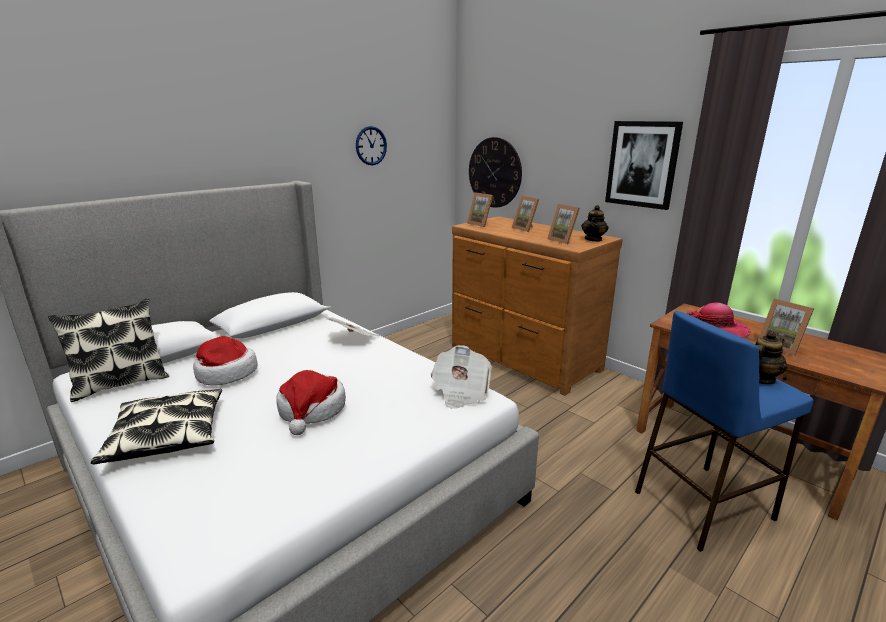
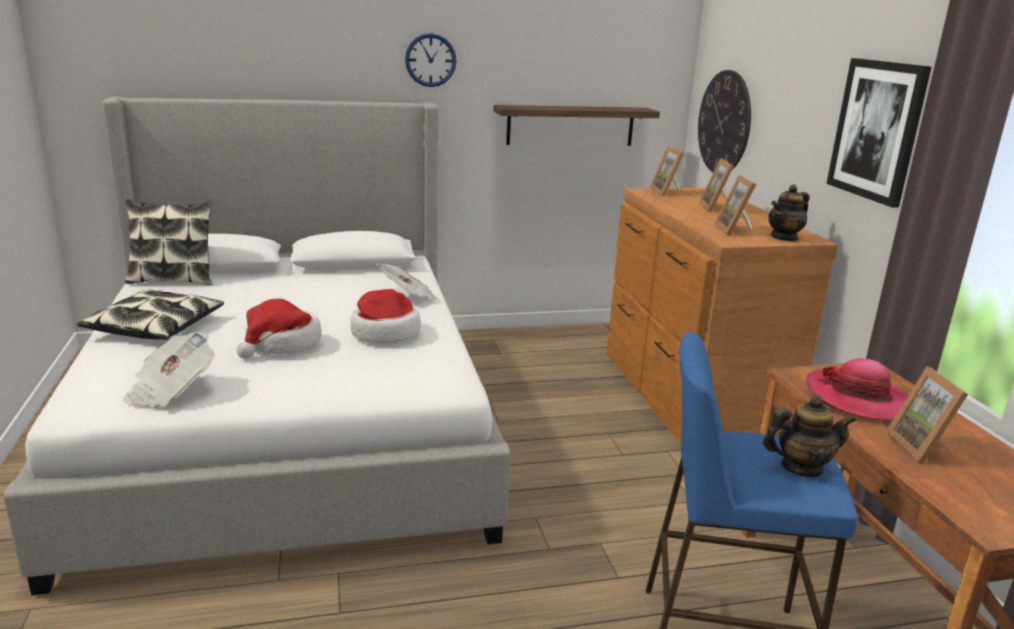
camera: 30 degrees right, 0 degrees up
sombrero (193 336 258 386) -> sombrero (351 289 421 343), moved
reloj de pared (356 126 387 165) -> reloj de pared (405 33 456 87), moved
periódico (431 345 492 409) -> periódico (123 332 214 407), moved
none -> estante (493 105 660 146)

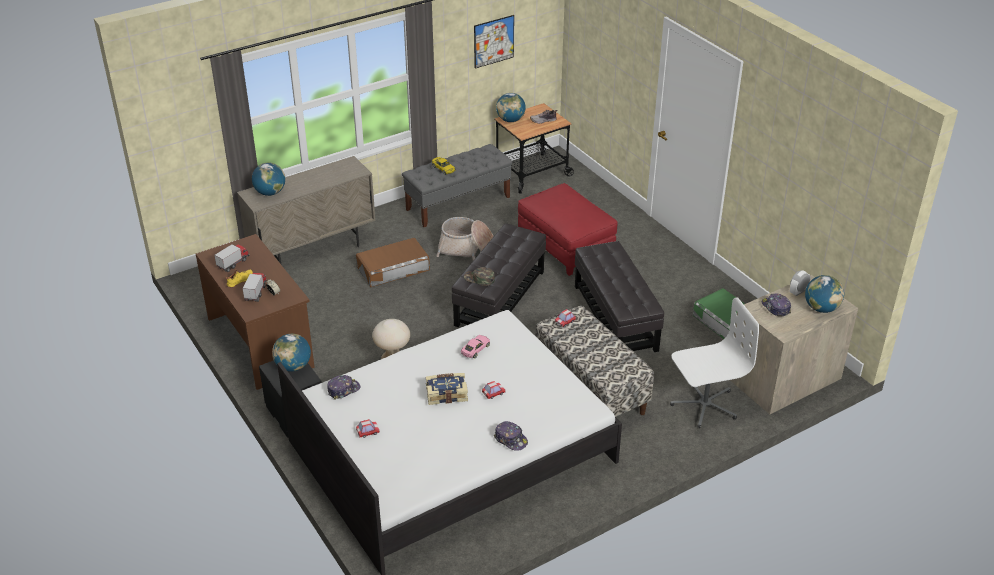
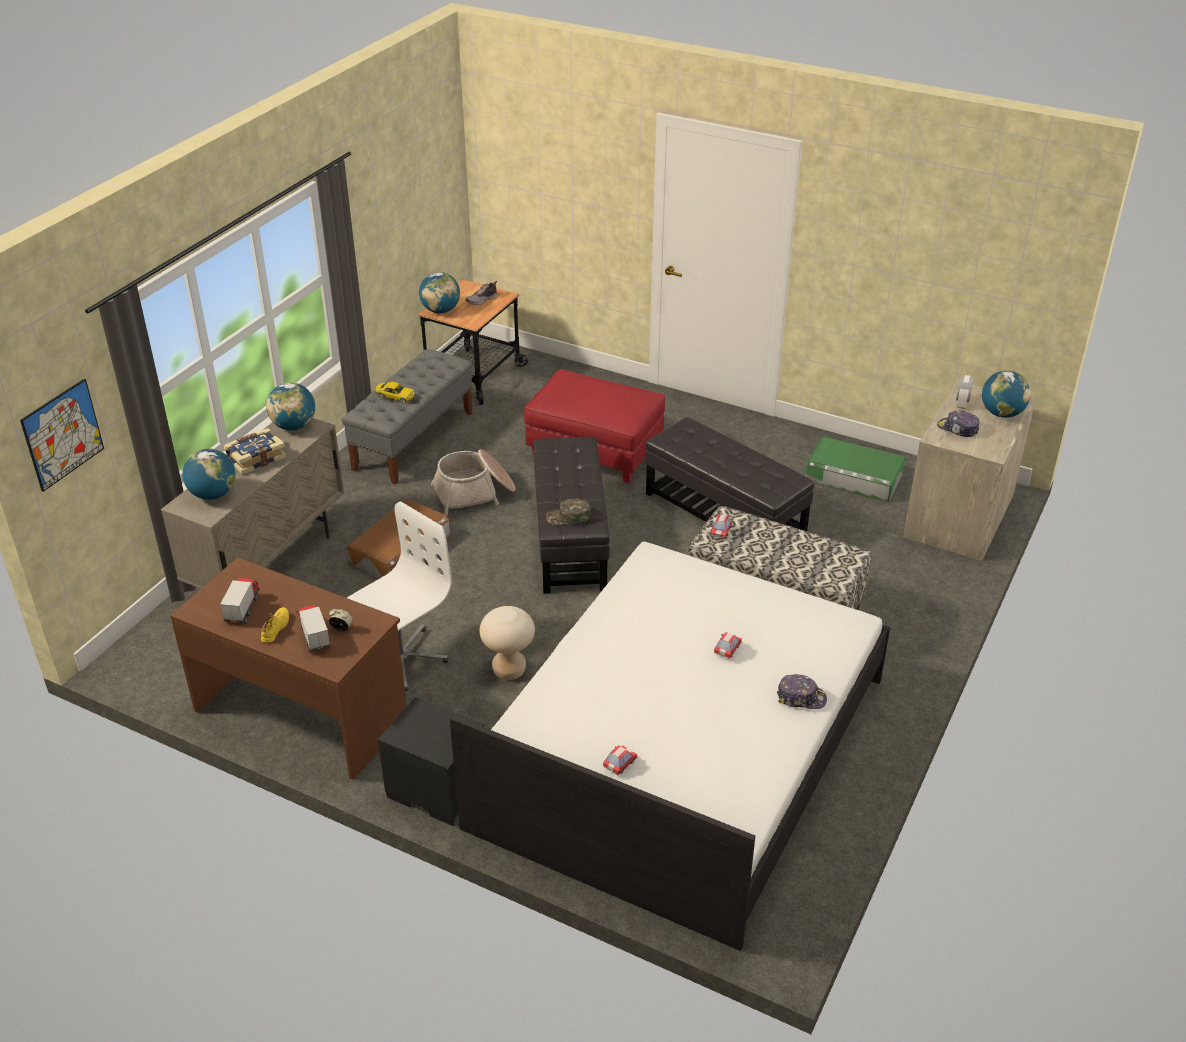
camera: 30 degrees left, 0 degrees up
globo terráqueo (272 334 311 372) -> globo terráqueo (266 382 315 430), moved
gorra (327 375 360 400) -> none
libro (426 373 468 405) -> libro (224 428 287 475), moved
coche de juguete [rosa] (461 335 490 358) -> none
cuadro (474 15 514 69) -> cuadro (20 378 104 492), moved
silla de oficina [blanco] (670 297 759 428) -> silla de oficina [blanco] (347 501 452 691), moved

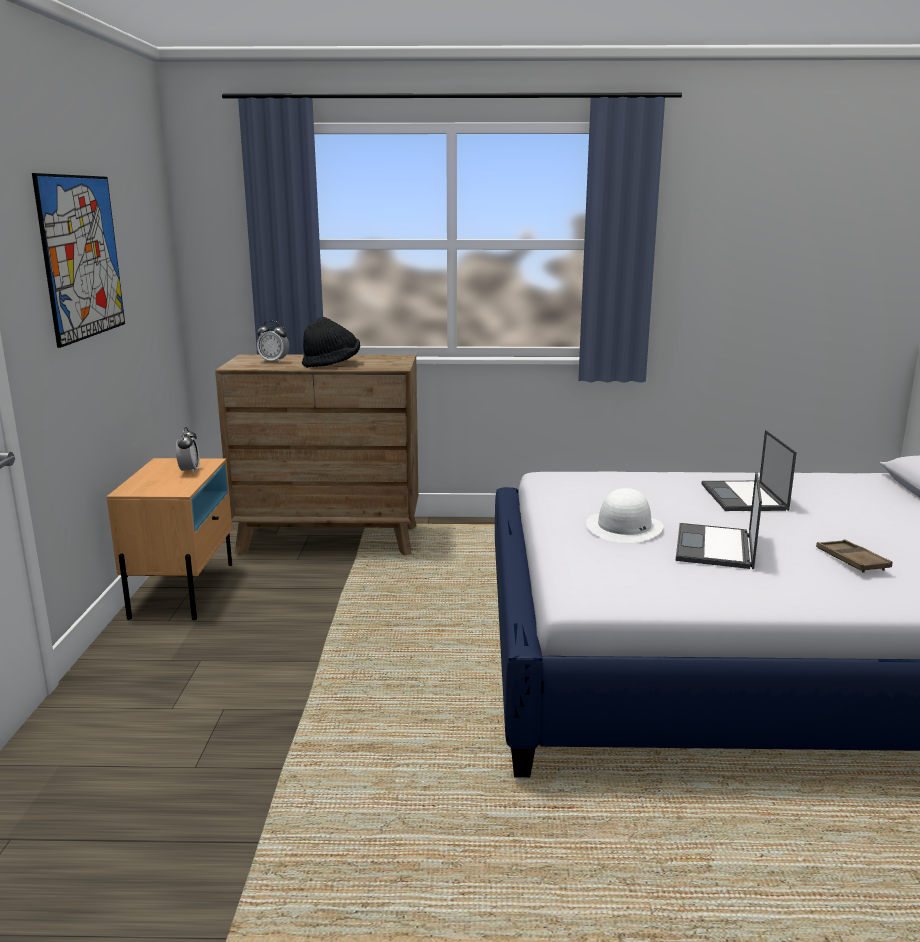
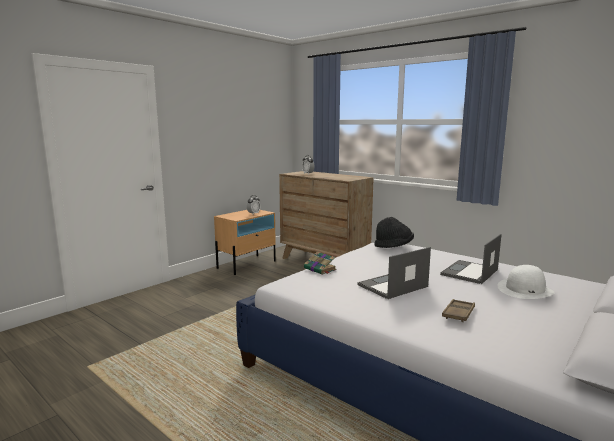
camera: 40 degrees right, 5 degrees down
cuadro (32 173 125 348) -> none
sombrero [negro] (302 317 360 368) -> sombrero [negro] (374 217 414 248), moved
sombrero [blanco] (586 488 664 543) -> sombrero [blanco] (498 265 554 299), moved
none -> libro (304 251 336 275)

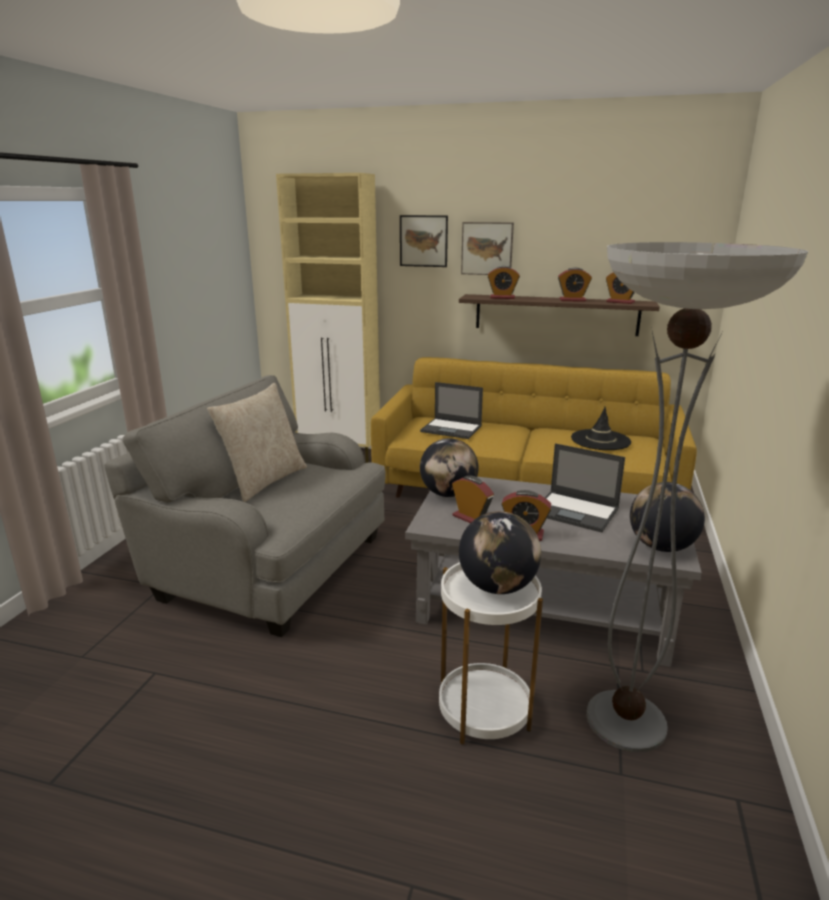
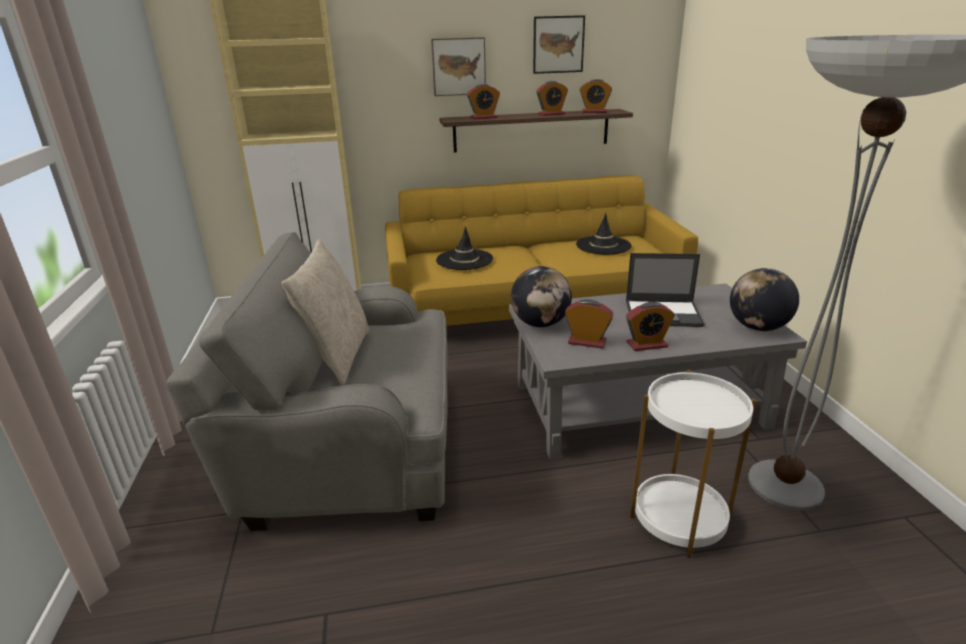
camera: 25 degrees left, 5 degrees up
cuadro (400 215 448 267) -> cuadro (533 15 585 74), moved
portátil (420 382 483 439) -> sombrero [negro] (436 226 493 270)
globo terráqueo (459 511 541 594) -> none

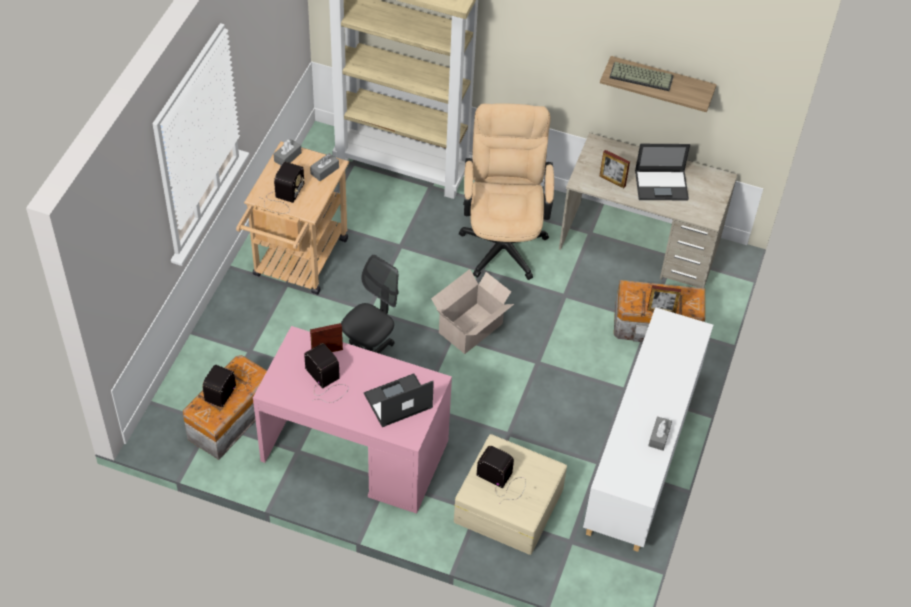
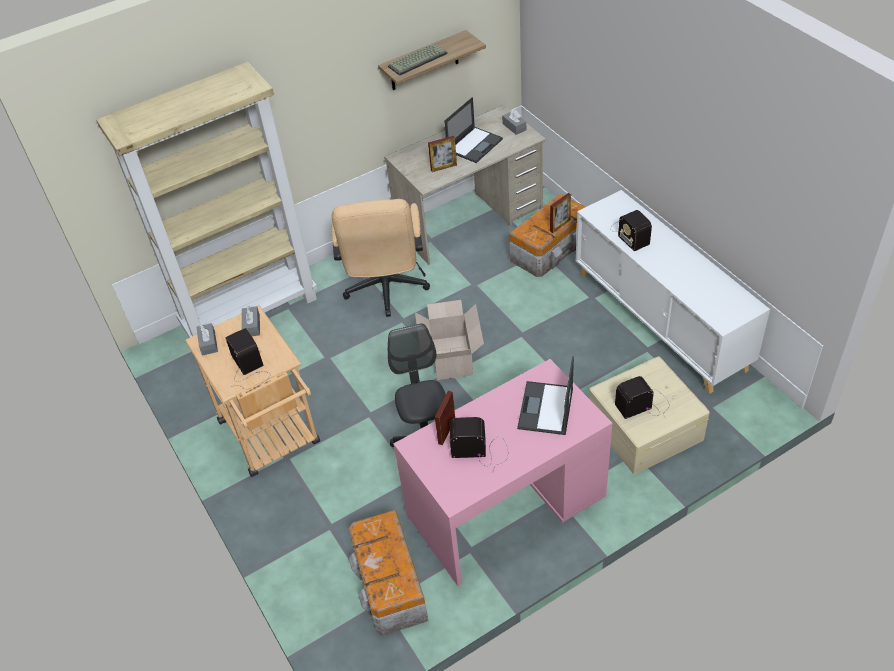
camera: 45 degrees left, 5 degrees down
radio (202 365 252 408) -> radio (610 210 652 251), moved
silla de oficina [beis] (459 103 554 280) -> silla de oficina [beis] (332 199 430 317), 135 degrees counterclockwise
caja de pañuelos [gris] (648 416 672 451) -> caja de pañuelos [gris] (502 109 526 135), moved

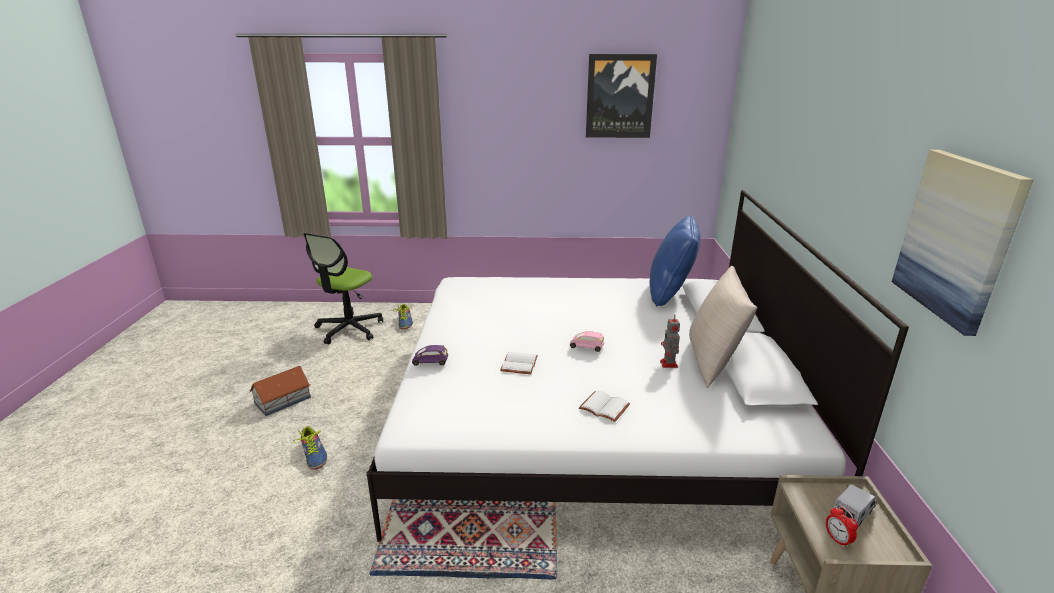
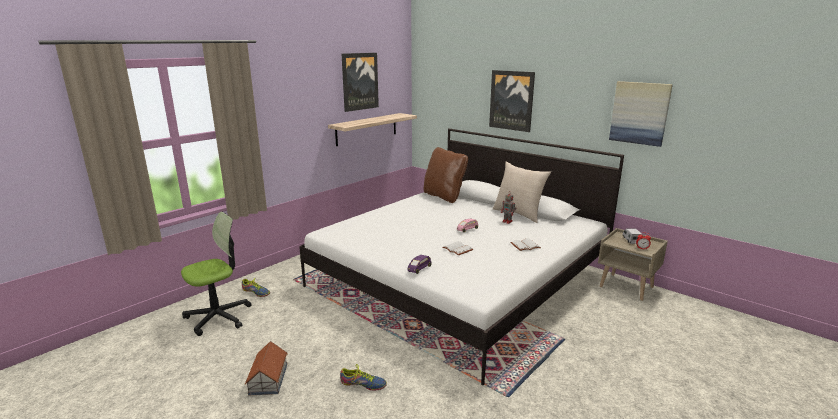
camera: 50 degrees left, 5 degrees down
silla de oficina (304 233 383 344) -> silla de oficina (181 212 252 336), 105 degrees counterclockwise
cojín [azul] (650 215 700 307) -> cojín [marrón] (424 147 468 203)
none -> estante (328 113 417 146)
none -> cuadro (489 70 535 132)

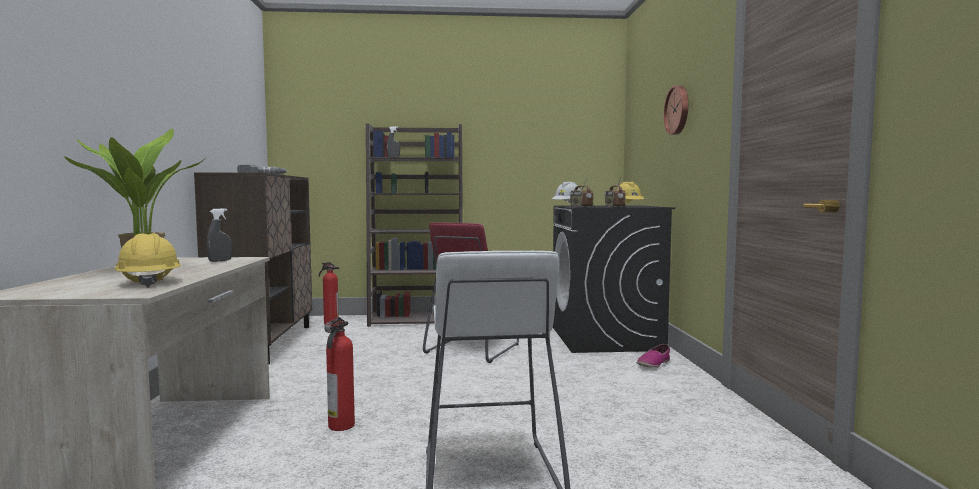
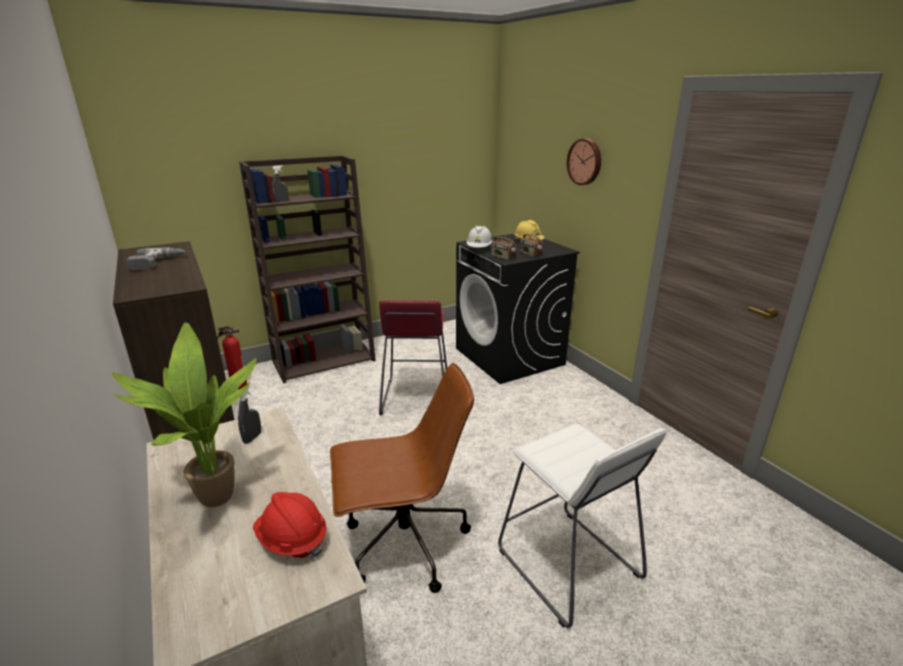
camera: 25 degrees left, 20 degrees up
casco [amarillo] (115 233 181 287) -> casco [rojo] (253 492 327 559)
extintor (325 317 355 431) -> silla de oficina [marrón] (330 363 474 593)
zapato (637 344 670 368) -> none

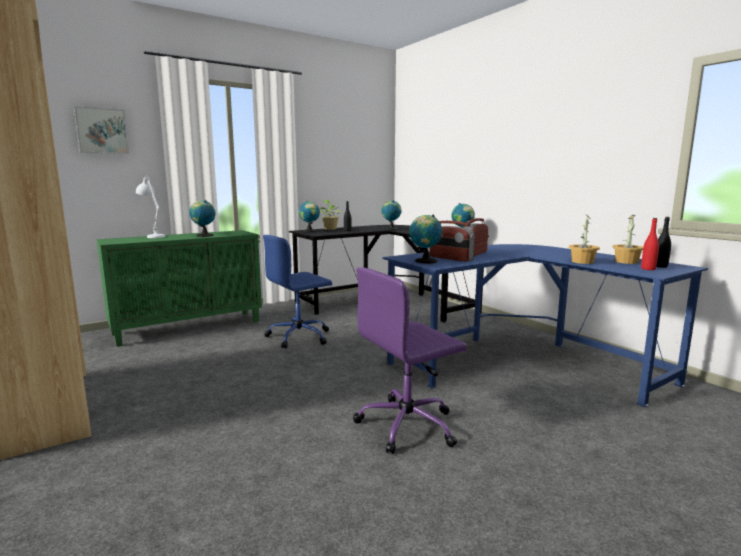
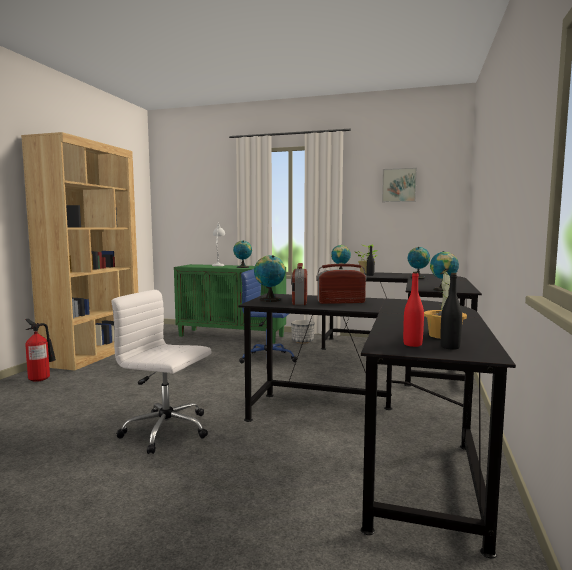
camera: 50 degrees right, 5 degrees down
cuadro (74 106 129 154) -> cuadro (382 168 417 202), moved
silla de oficina [morado] (353 267 467 454) -> silla de oficina [blanco] (111 290 212 454)
escritorio [azul] (382 244 708 407) -> escritorio [negro] (238 293 516 558)
planta en maceta (569 214 600 264) -> none
none -> extintor (25 319 56 382)
none -> maceta (291 320 315 344)

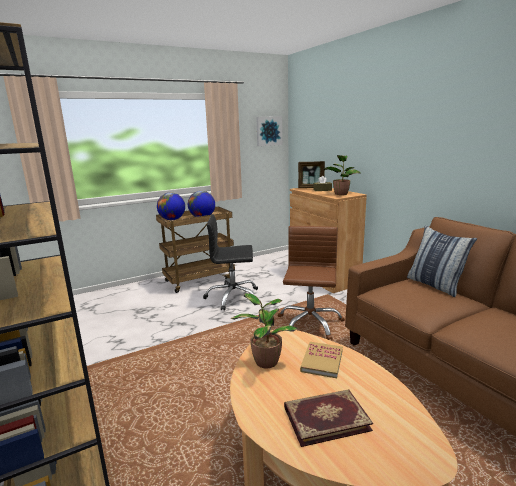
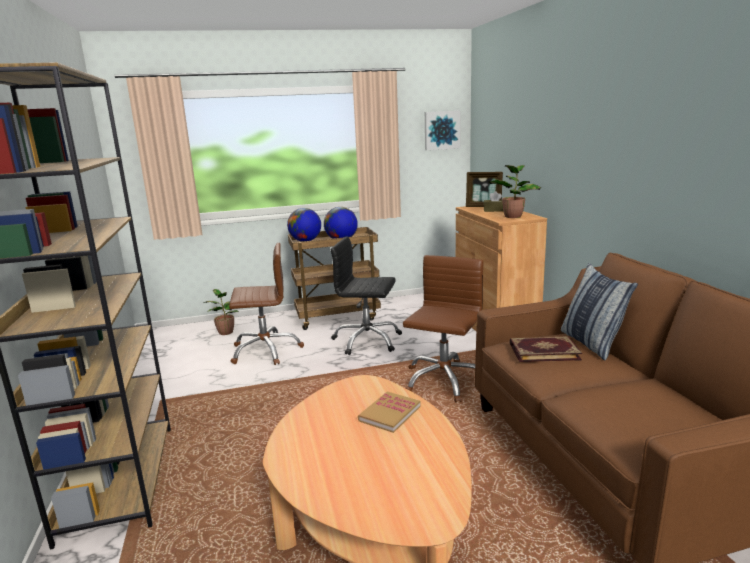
camera: 15 degrees right, 0 degrees up
planta en maceta (230 293 298 369) -> planta en maceta (203 289 239 335), moved
libro (284 389 373 447) -> libro (510 336 582 362), moved
none -> silla de oficina [marrón] (229 243 304 365)

